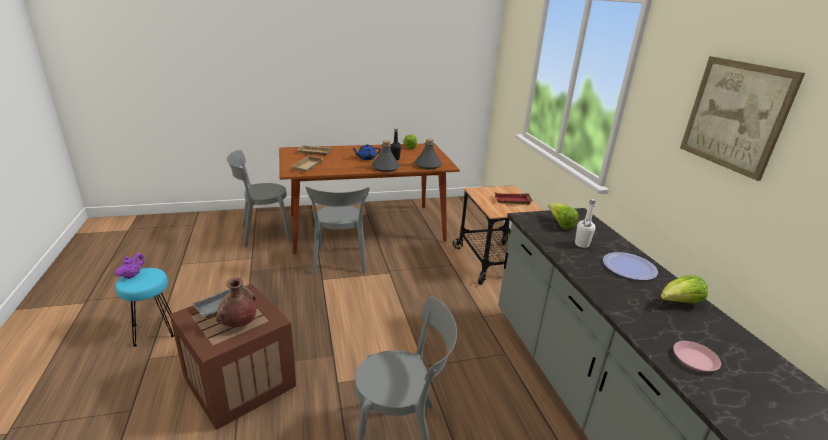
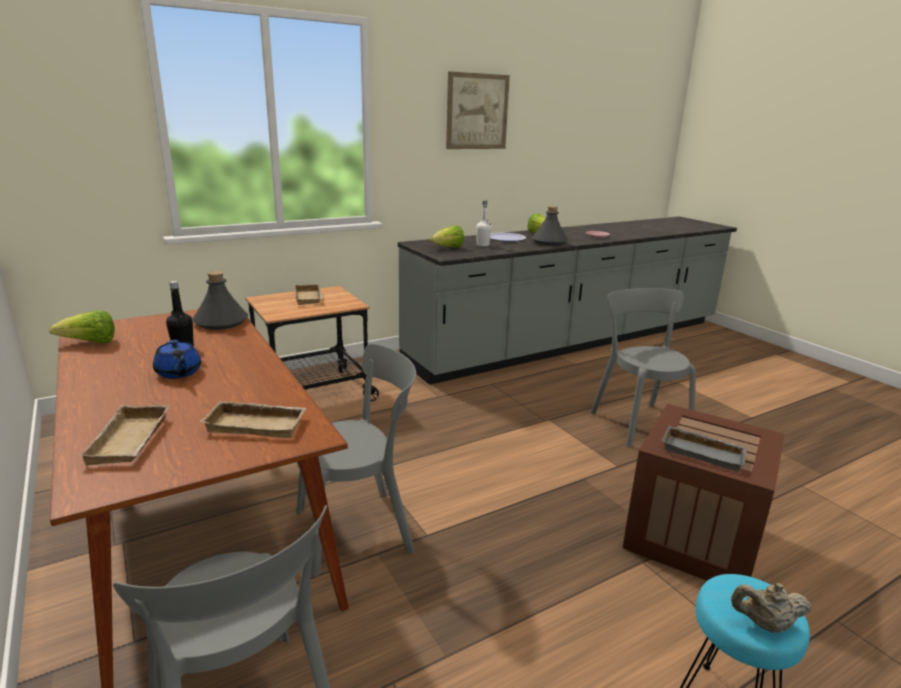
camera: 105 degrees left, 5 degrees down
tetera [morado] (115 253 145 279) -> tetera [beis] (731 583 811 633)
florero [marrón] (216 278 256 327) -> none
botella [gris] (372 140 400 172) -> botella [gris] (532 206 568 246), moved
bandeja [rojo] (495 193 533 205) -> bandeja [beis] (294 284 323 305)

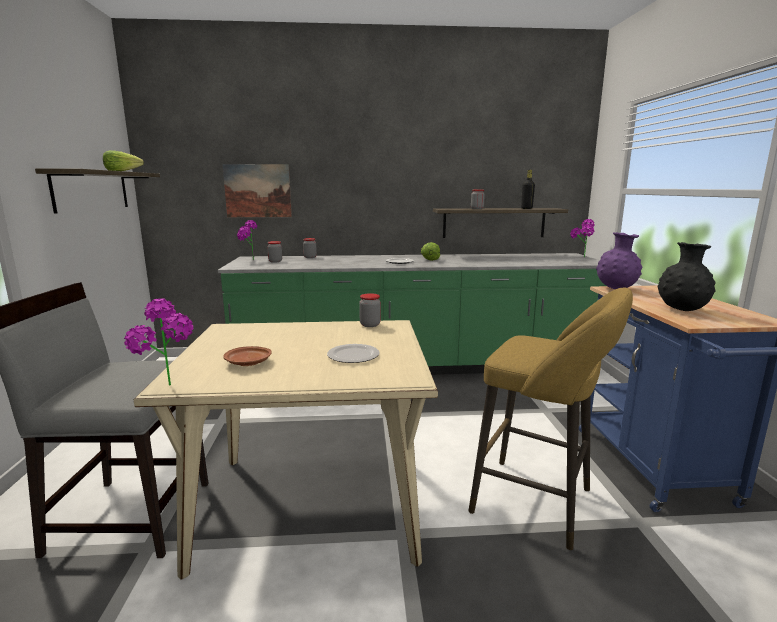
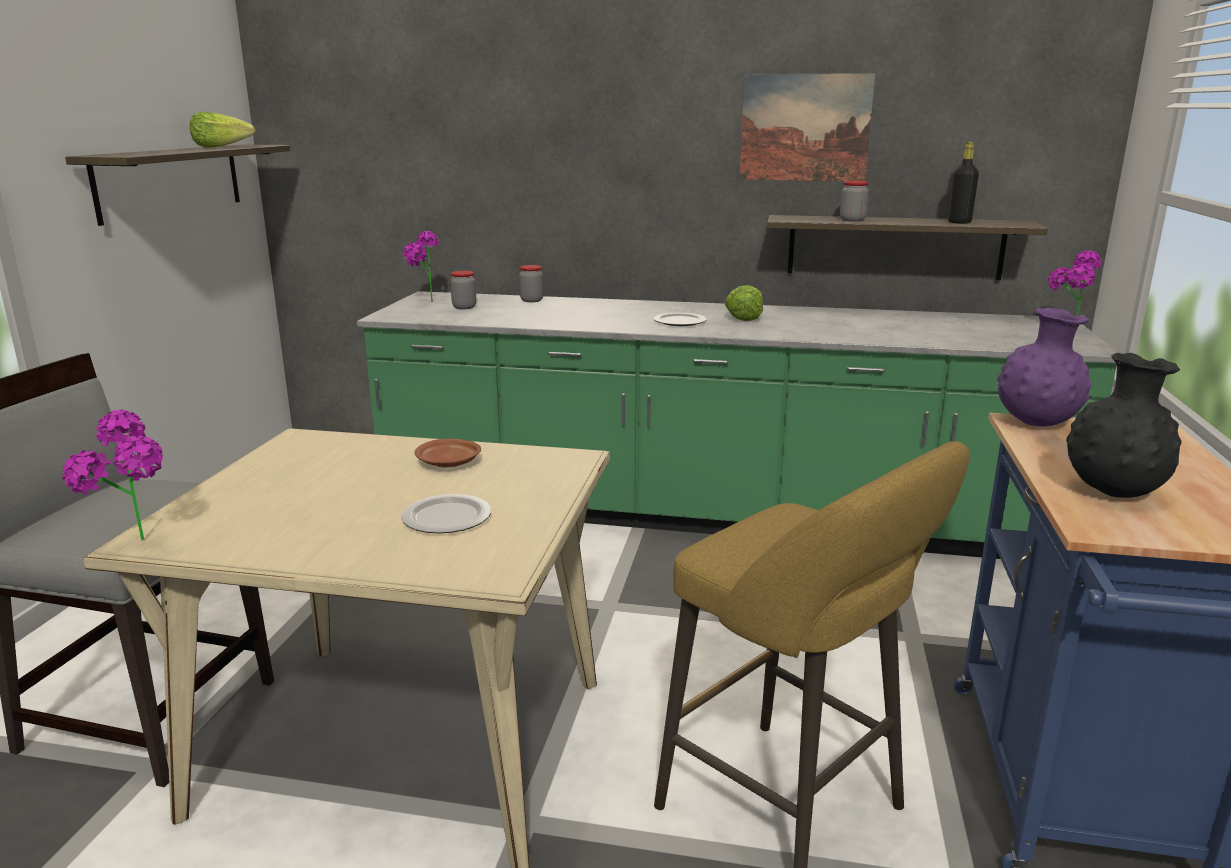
camera: 15 degrees right, 5 degrees up
cuadro (222 164 292 217) -> cuadro (739 73 875 181), moved
plato [marrón] (223 346 272 366) -> plato [marrón] (415 439 481 467), moved
tarro (359 293 381 327) -> none

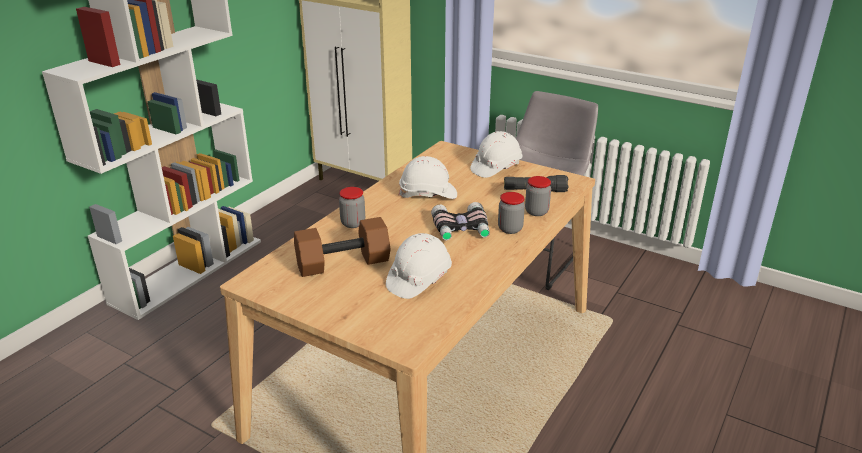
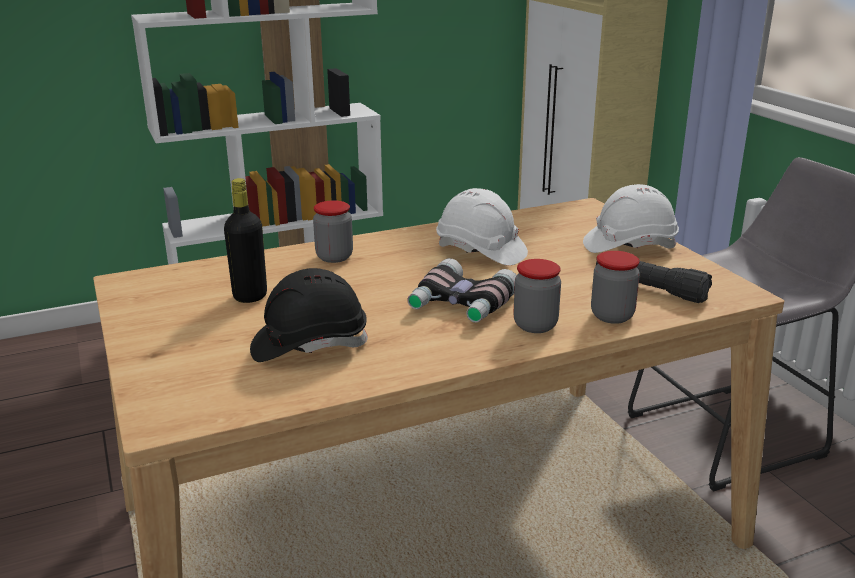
camera: 35 degrees right, 5 degrees down
mancuerna [marrón] (294 217 391 277) -> botella [negro] (224 178 267 303)
casco [blanco] (386 233 452 299) -> casco [negro] (250 268 368 362)

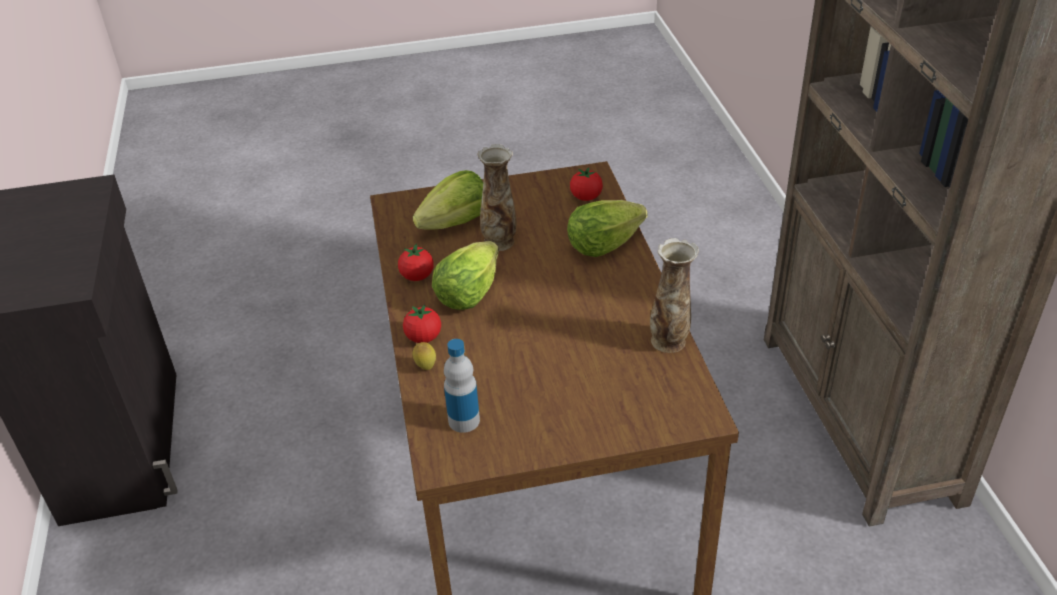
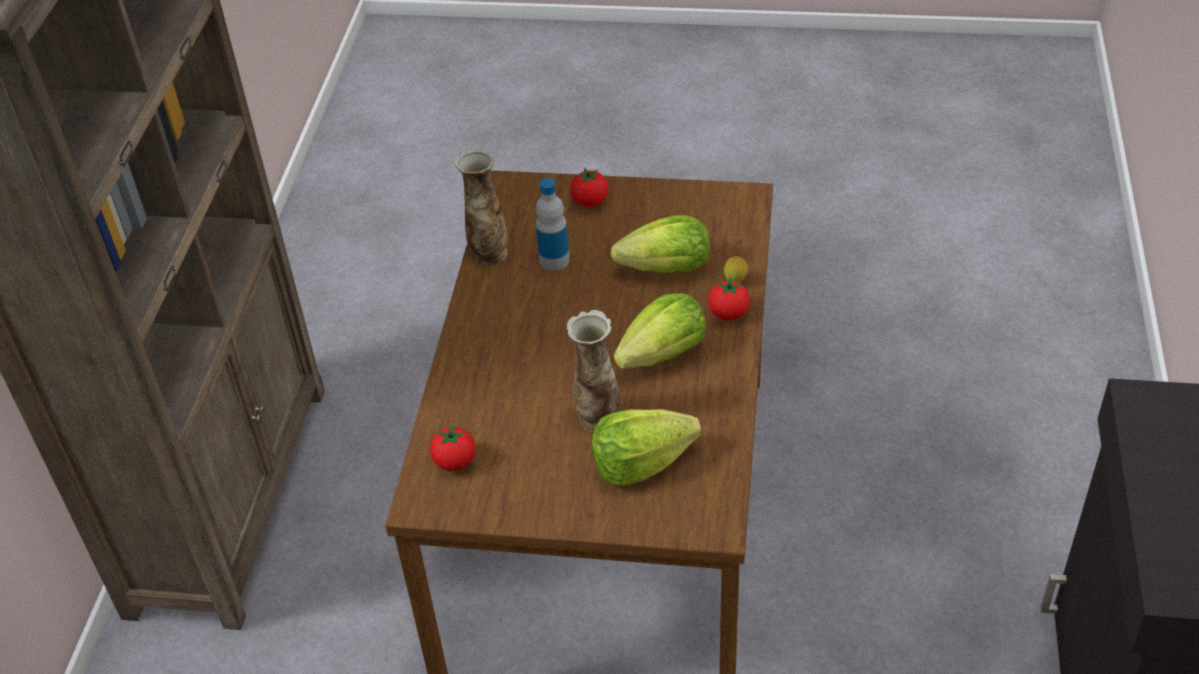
camera: 160 degrees left, 5 degrees up
tomate (398 244 434 281) -> tomate (570 168 608 207), moved
botella (444 339 480 433) -> botella (536 178 570 271), moved
lechuga (567 200 647 257) -> lechuga (611 215 710 273), moved

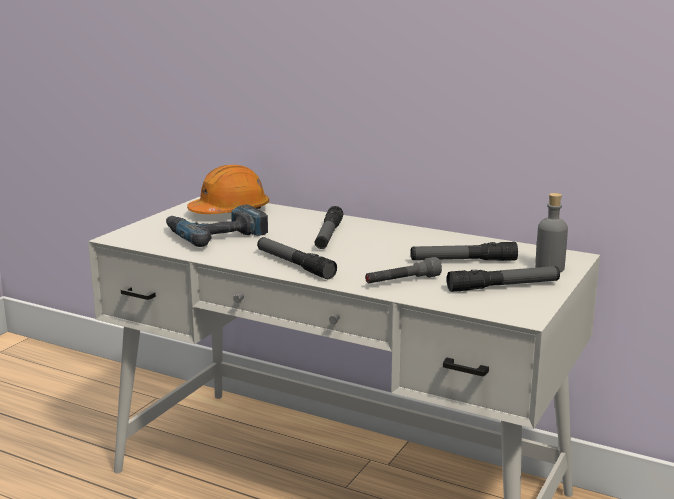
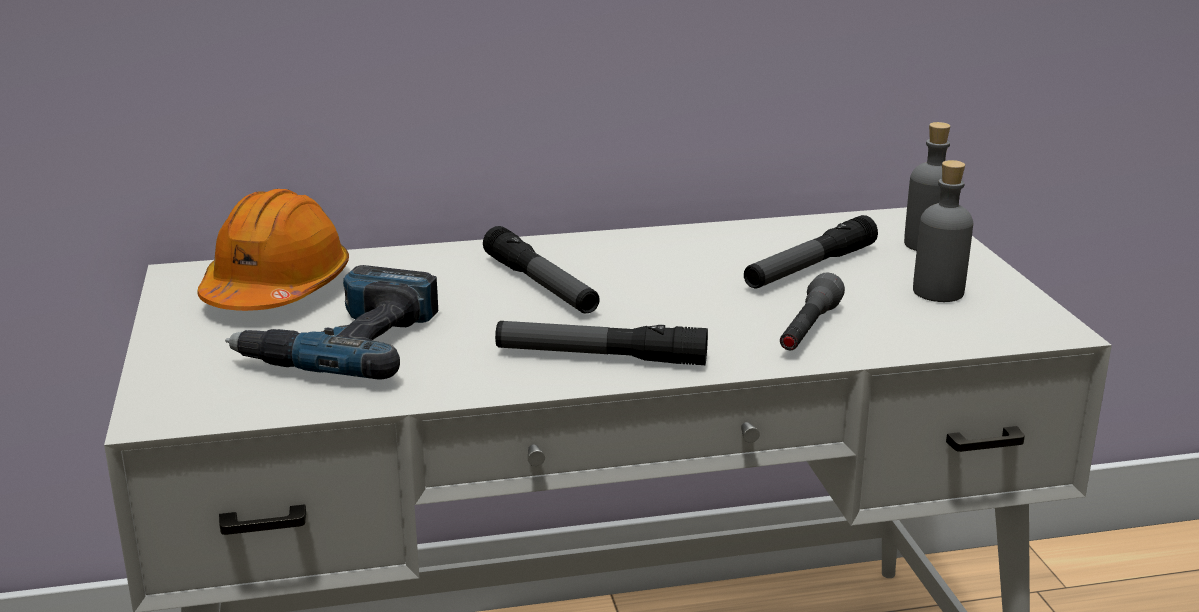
camera: 40 degrees left, 5 degrees up
linterna (447 266 560 292) -> botella [gris] (913 160 973 302)

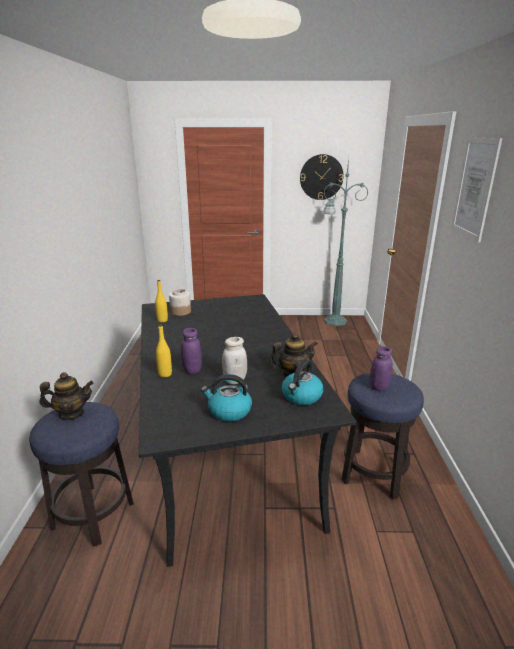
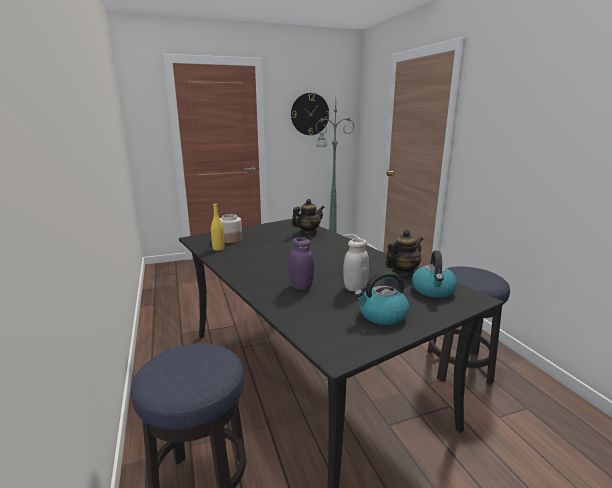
camera: 20 degrees left, 5 degrees down
tetera (39 372 94 420) -> tetera (291 199 325 235), moved
botella [amarillo] (156 324 172 377) -> none
tarro [morado] (370 346 393 391) -> none
cuadro (451 137 502 242) -> none

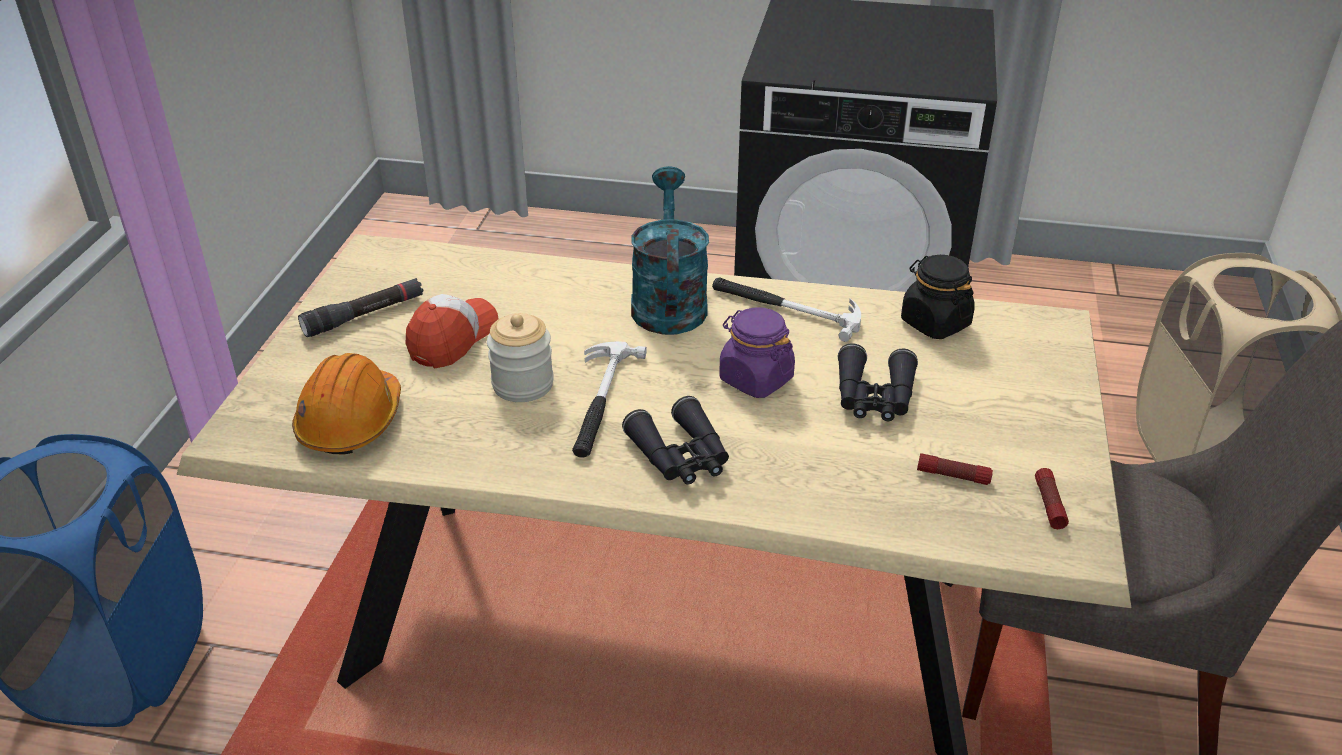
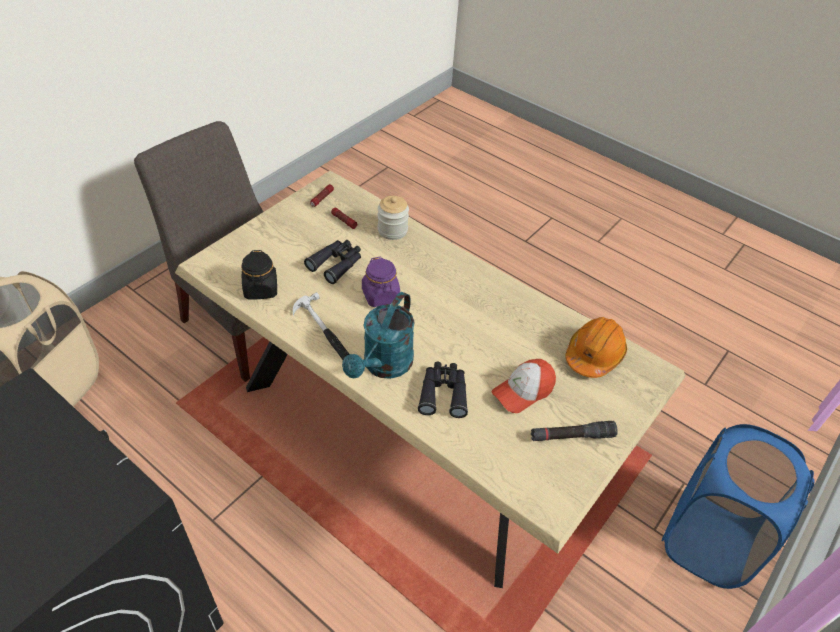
camera: 155 degrees left, 10 degrees up
tarro (487 313 554 402) -> tarro (377 196 409 240), moved
martillo (572 342 647 458) -> none
prismáticos [negro] (622 396 729 485) -> prismáticos [negro] (418 362 468 418), moved

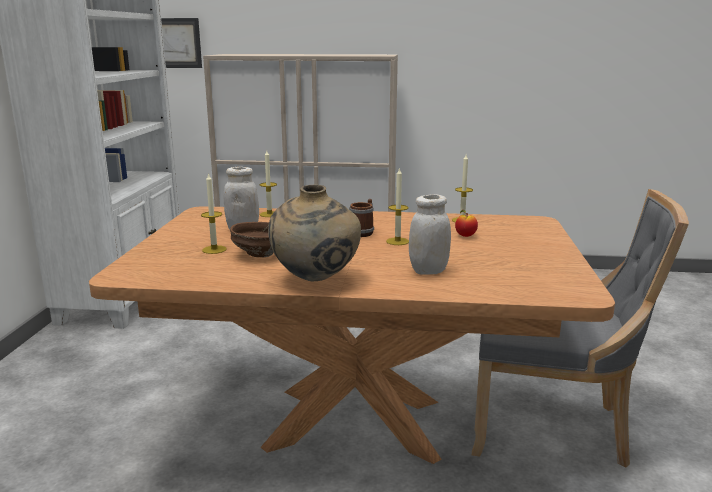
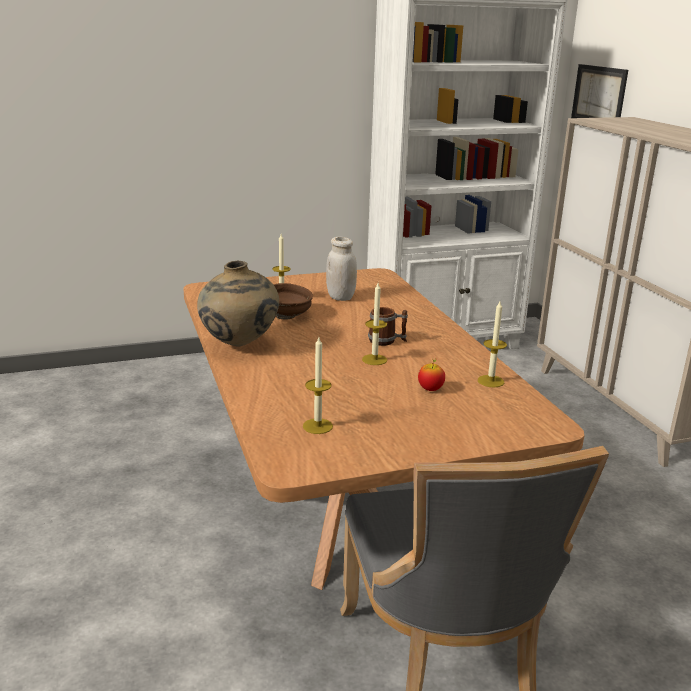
camera: 65 degrees right, 5 degrees up
vela (260 151 277 217) -> vela (303 337 333 434), moved
tarro [blanco] (409 194 451 275) -> none

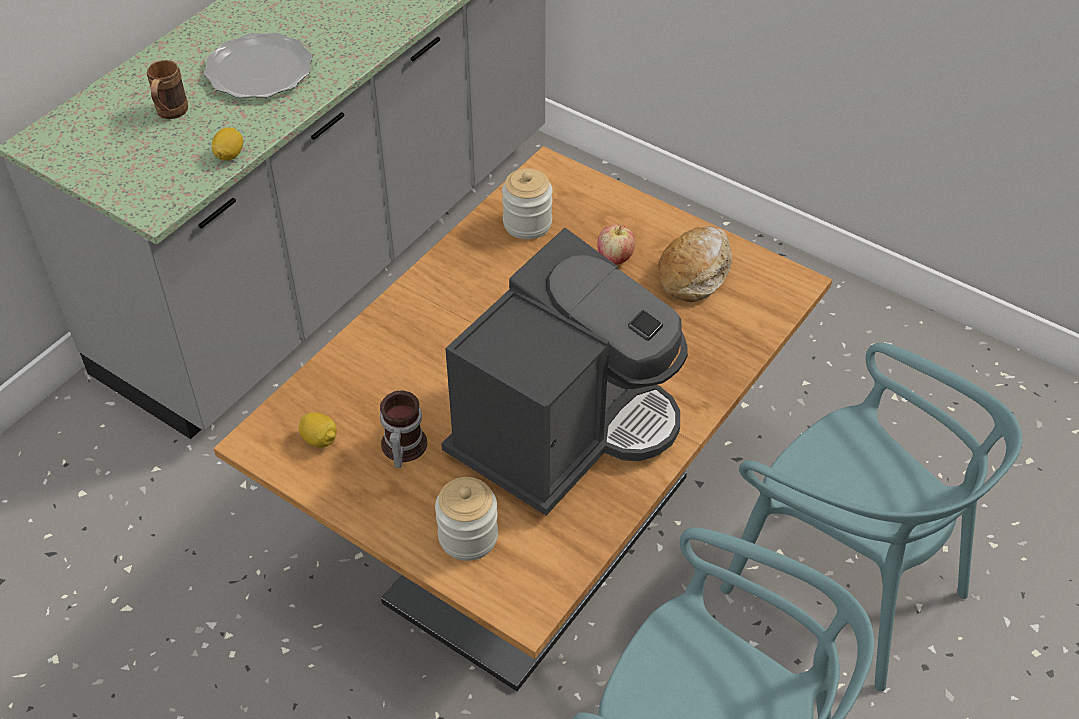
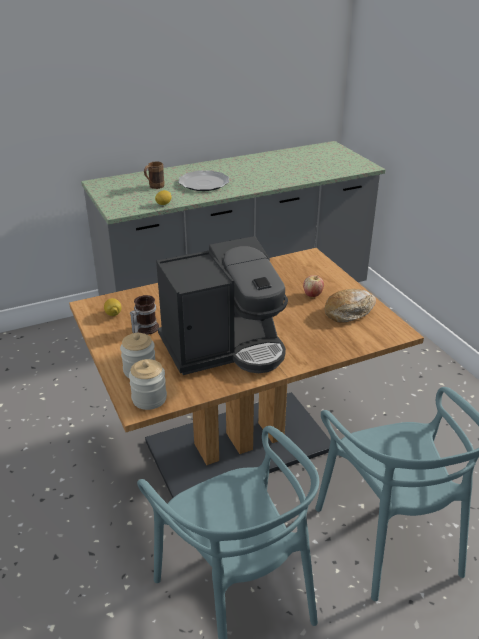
camera: 30 degrees right, 15 degrees down
tarro (502 168 553 239) -> tarro (129 359 167 410), moved

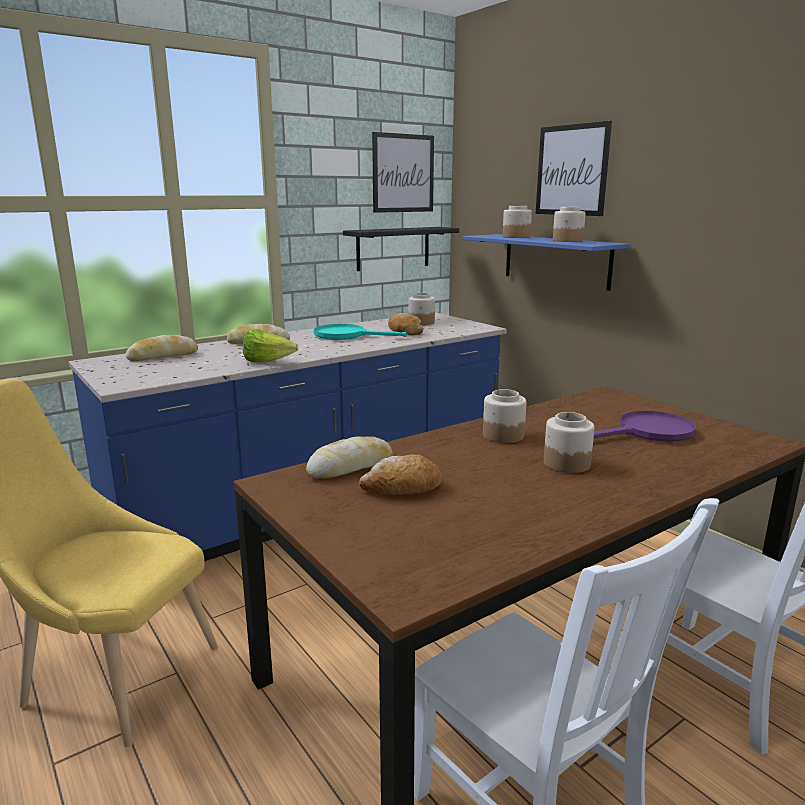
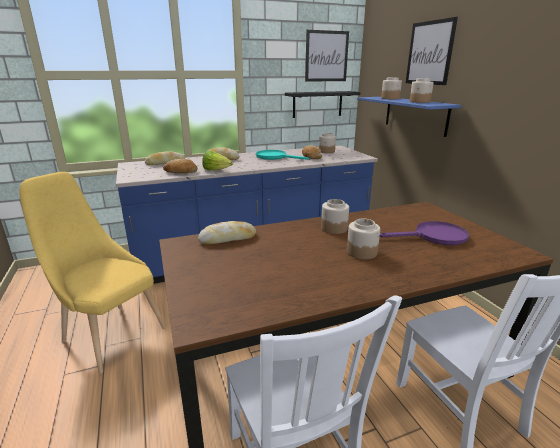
camera: 15 degrees right, 5 degrees up
pan (359 454 442 495) -> pan (163 159 197 173), moved

